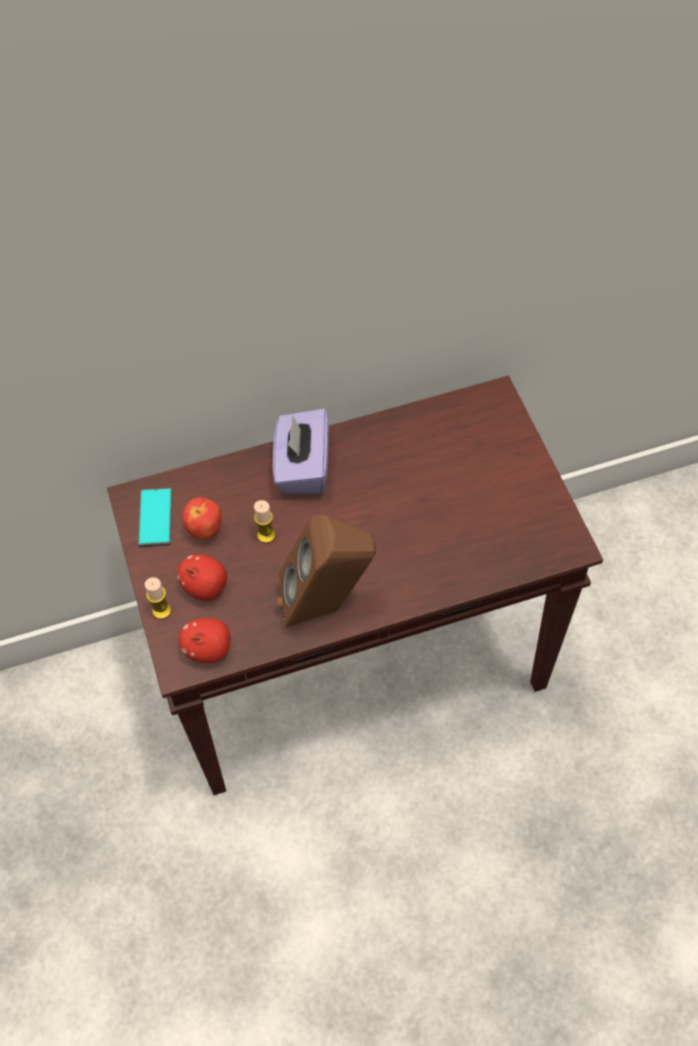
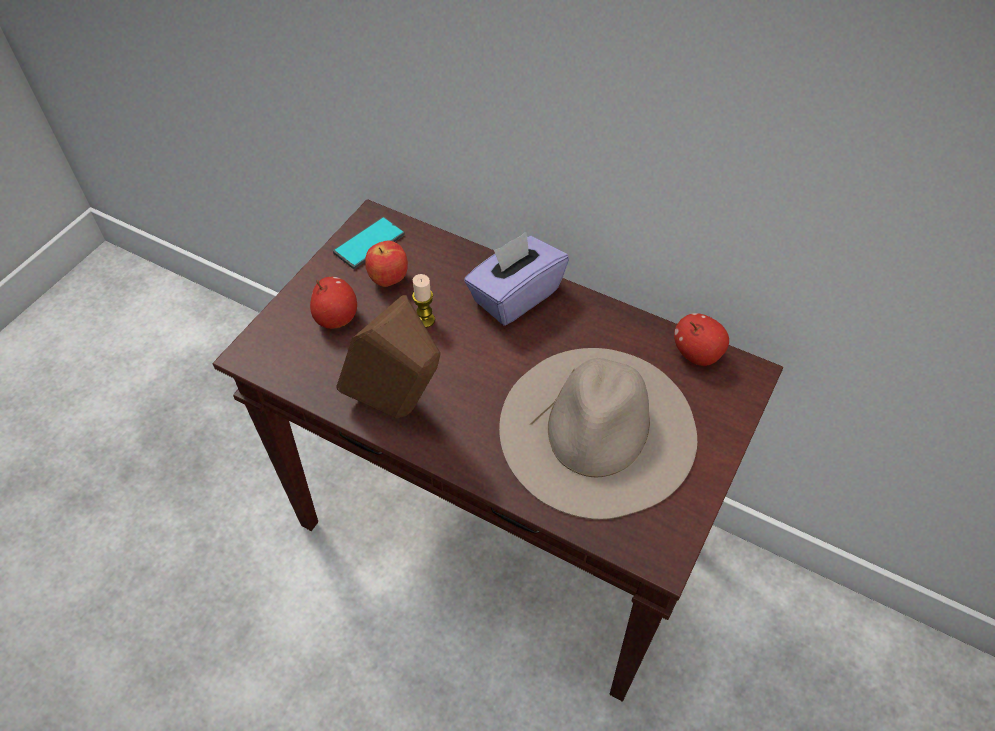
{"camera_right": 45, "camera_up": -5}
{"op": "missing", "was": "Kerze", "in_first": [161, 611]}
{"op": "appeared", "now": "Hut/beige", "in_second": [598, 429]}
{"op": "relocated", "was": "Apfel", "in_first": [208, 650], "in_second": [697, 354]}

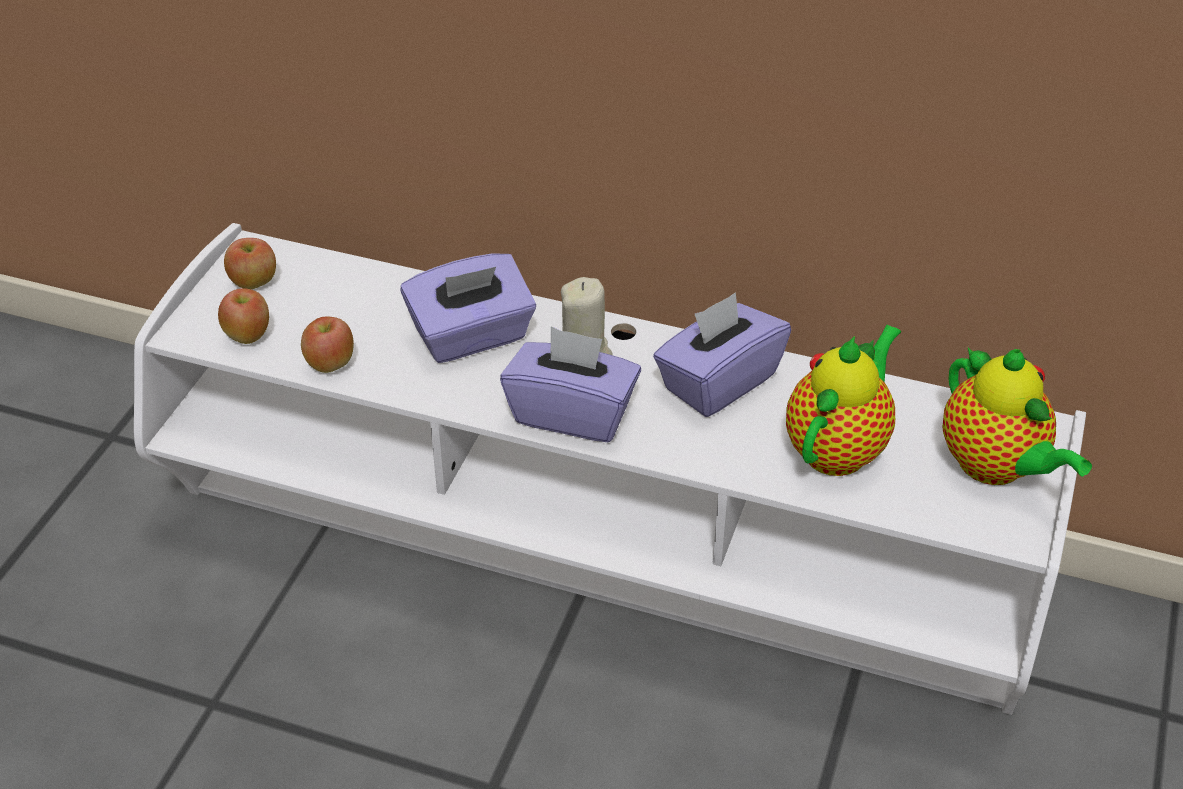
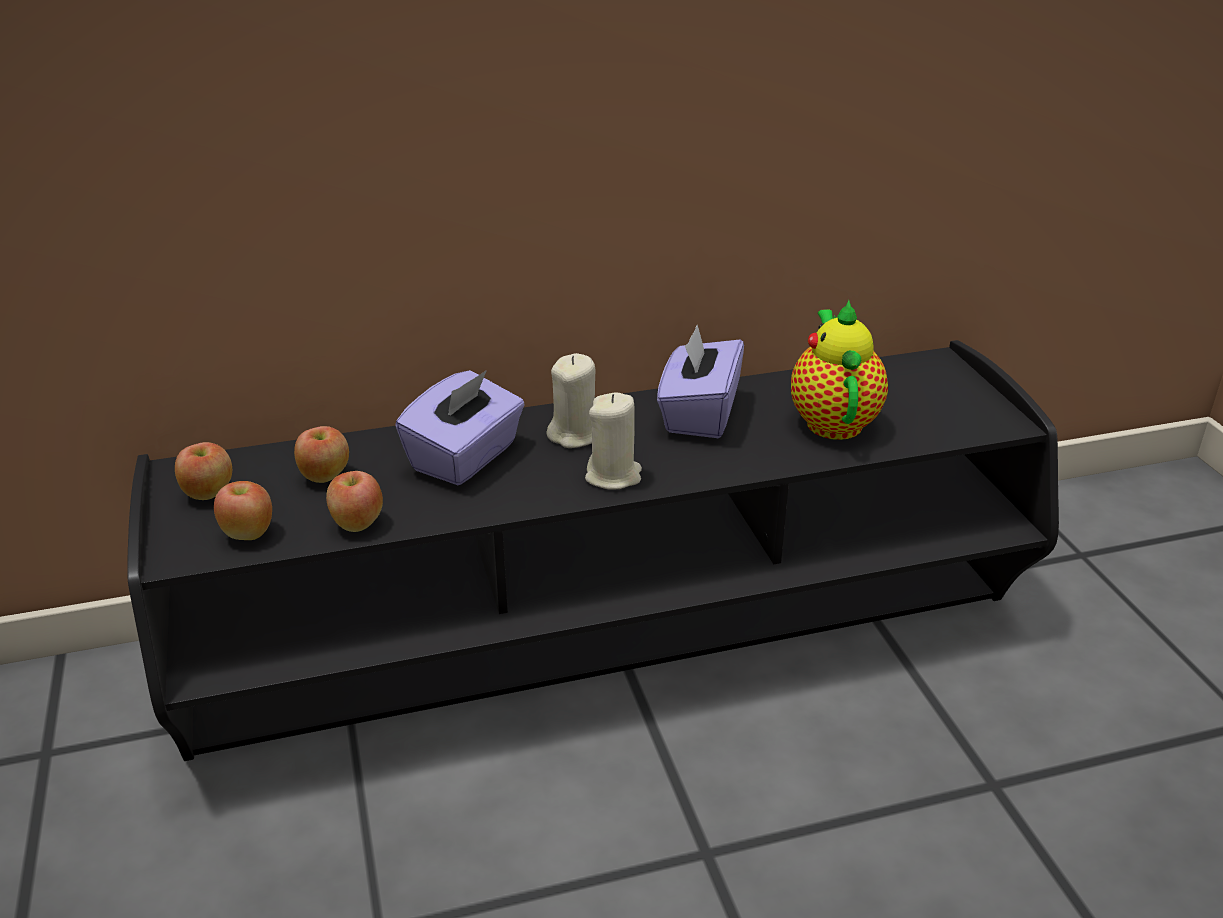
{"camera_right": -35, "camera_up": -10}
{"op": "missing", "was": "Teekanne", "in_first": [995, 467]}
{"op": "appeared", "now": "Apfel", "in_second": [325, 476]}
{"op": "exchanged", "was": "Taschentuchbox/lila", "now": "Kerze/beige", "in_first": [572, 413], "in_second": [613, 476]}
{"op": "colour", "was": "Fernsehschrank/weiß", "now": "Fernsehschrank/schwarz", "in_first": [593, 559], "in_second": [613, 640]}

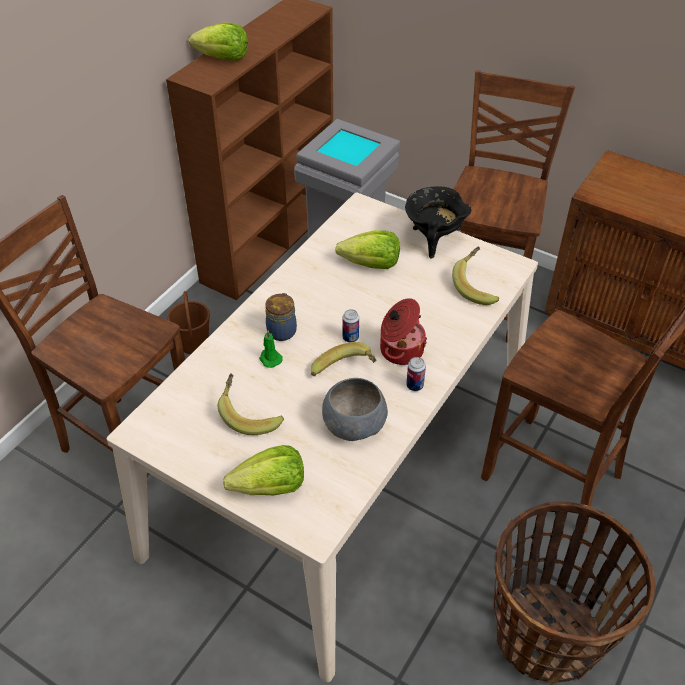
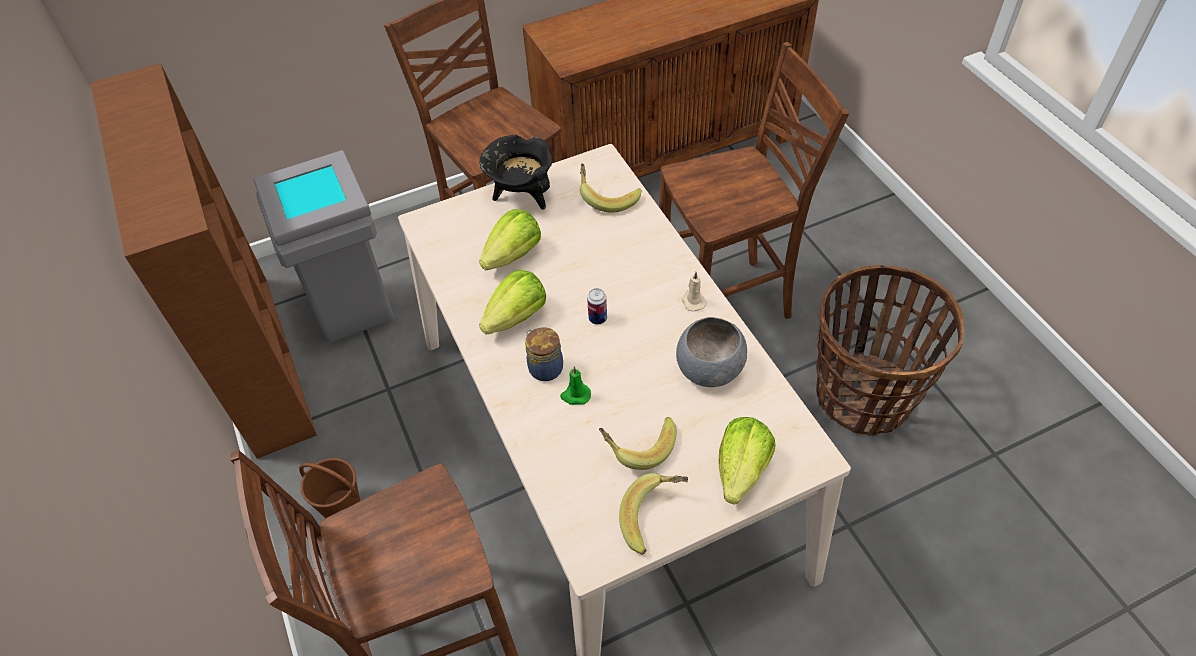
{"camera_right": -55, "camera_up": 5}
{"op": "missing", "was": "Kochtopf", "in_first": [400, 350]}
{"op": "relocated", "was": "Salatkopf", "in_first": [223, 58], "in_second": [516, 317]}
{"op": "relocated", "was": "Banane", "in_first": [345, 372], "in_second": [655, 518]}
{"op": "exchanged", "was": "Dose", "now": "Kerze/beige", "in_first": [414, 385], "in_second": [693, 301]}

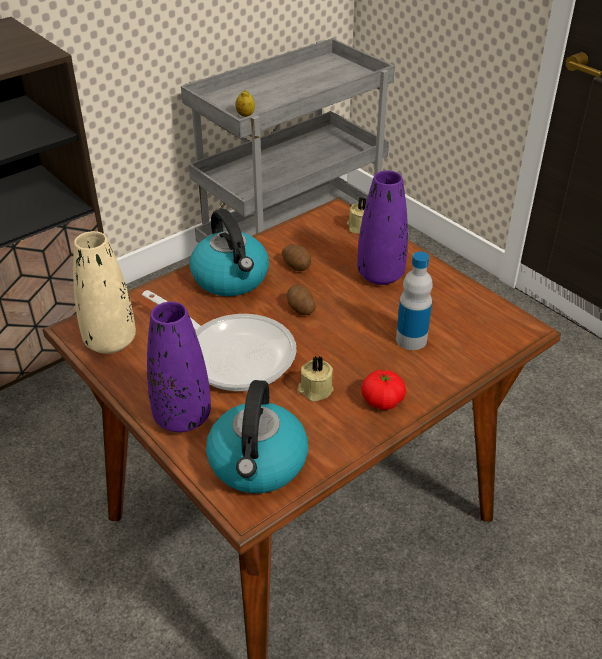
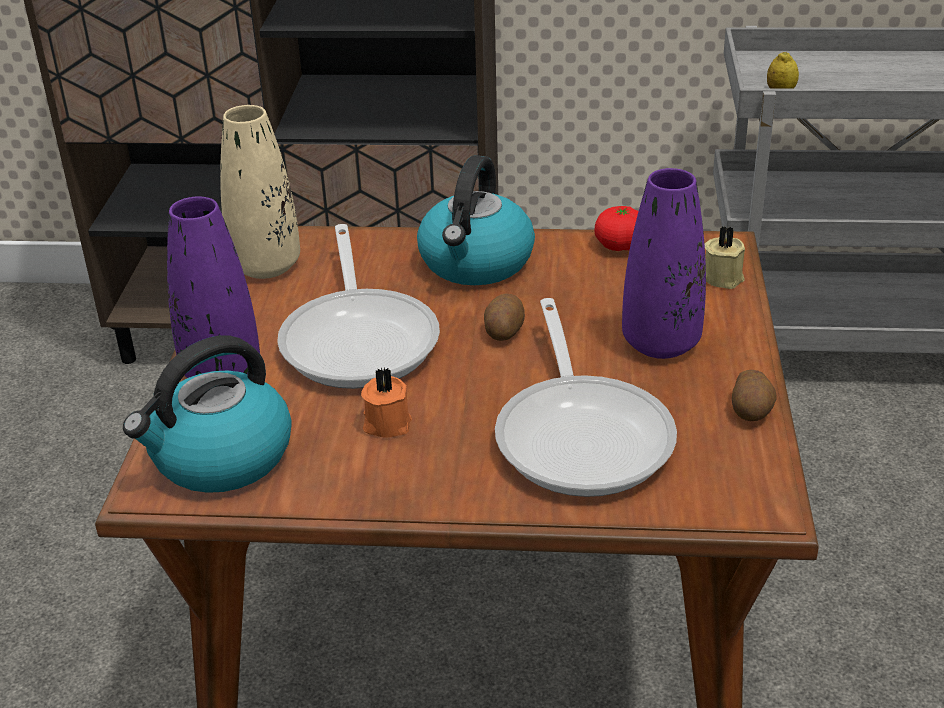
{"camera_right": 45, "camera_up": -5}
{"op": "relocated", "was": "Kartoffel", "in_first": [297, 265], "in_second": [752, 410]}
{"op": "relocated", "was": "Tomate", "in_first": [382, 400], "in_second": [620, 245]}
{"op": "exchanged", "was": "Flasche", "now": "Pfanne", "in_first": [411, 339], "in_second": [582, 434]}
{"op": "colour", "was": "Kerze/beige", "now": "Kerze/orange", "in_first": [315, 390], "in_second": [386, 423]}

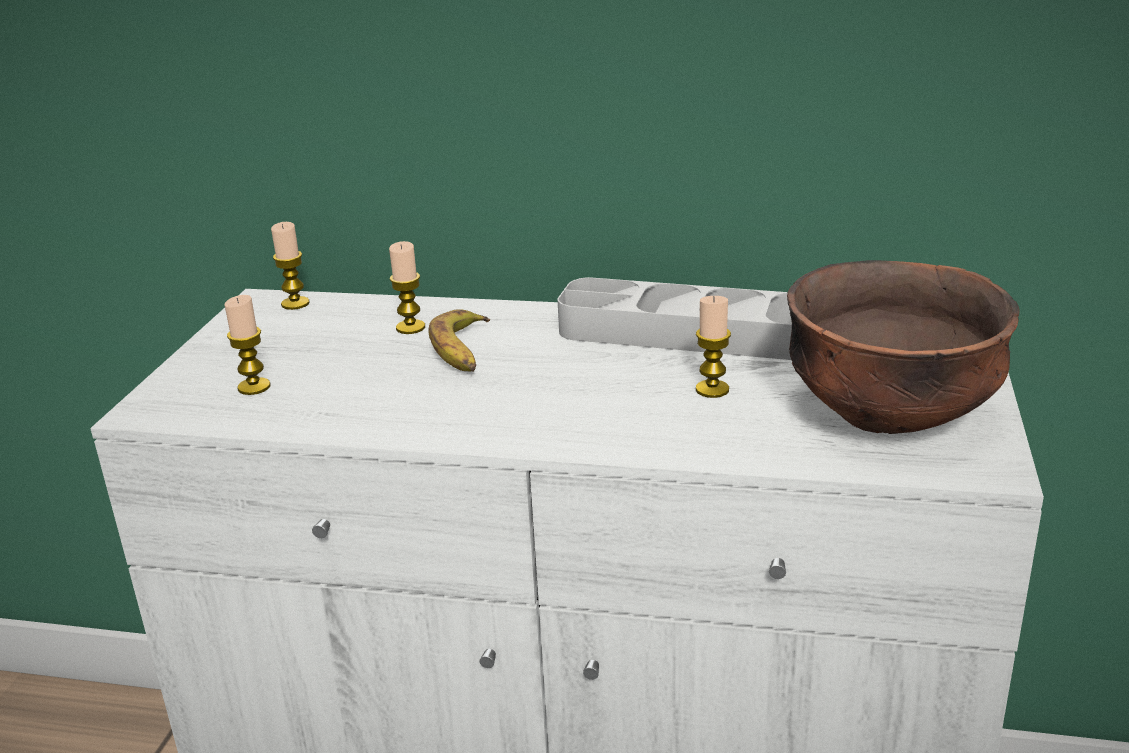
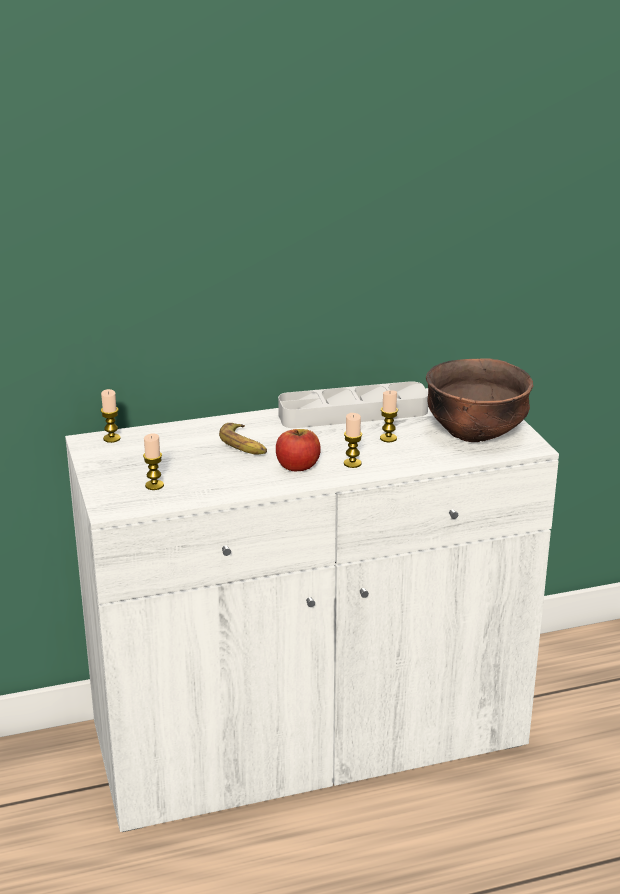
{"camera_right": -30, "camera_up": 0}
{"op": "appeared", "now": "Apfel", "in_second": [297, 466]}
{"op": "relocated", "was": "Kerze", "in_first": [410, 327], "in_second": [352, 463]}

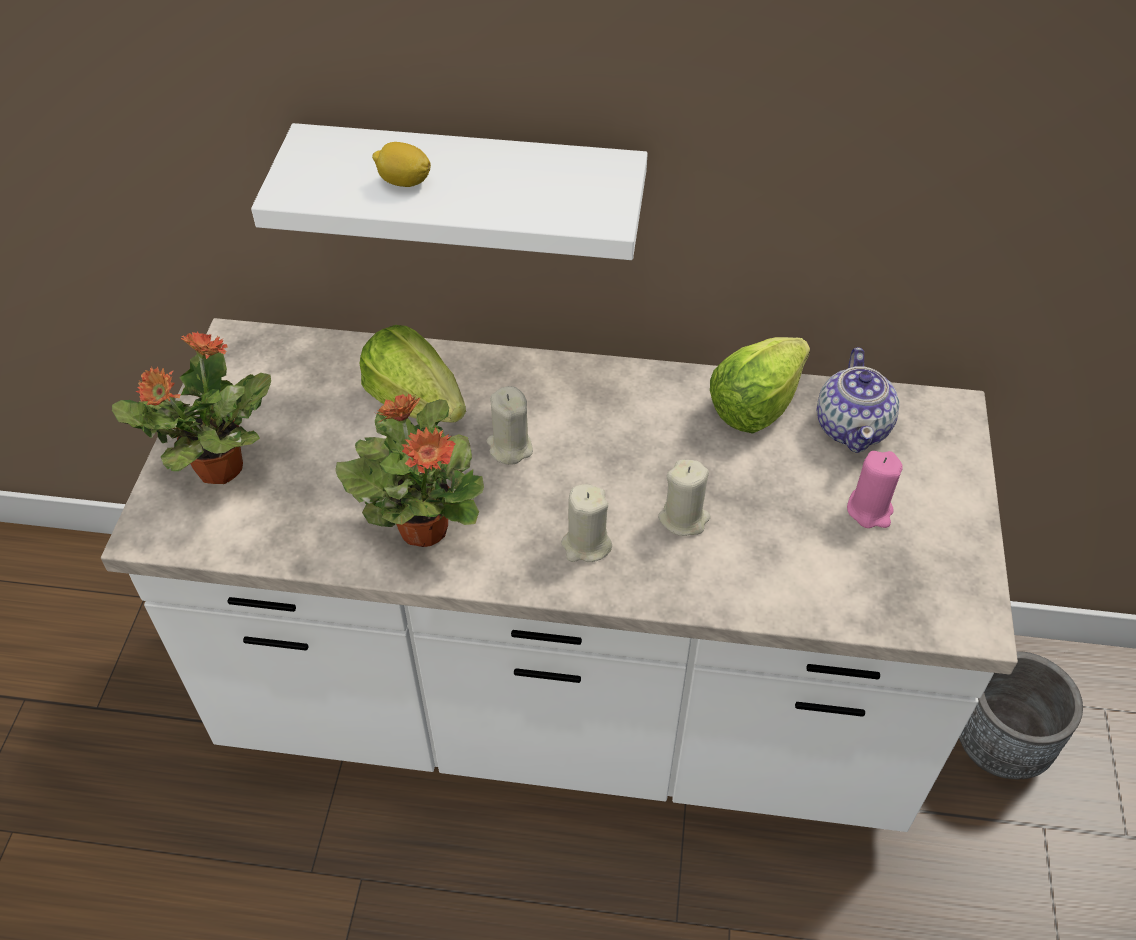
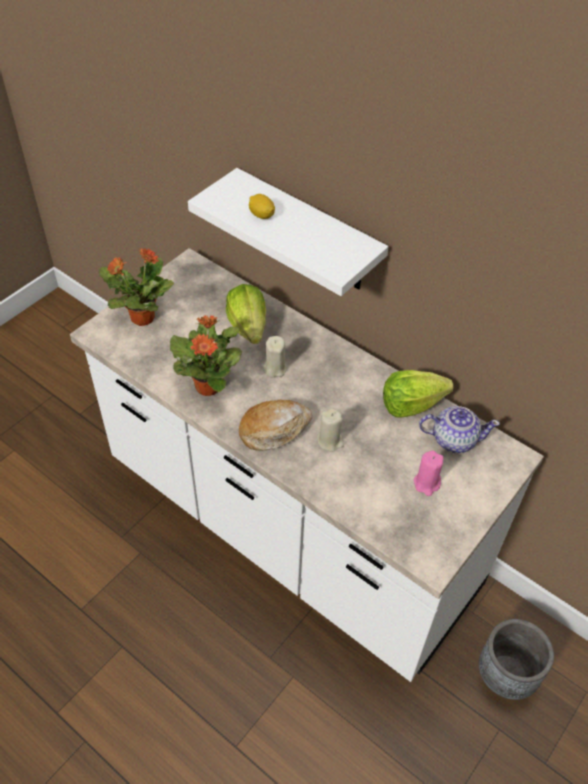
{"camera_right": 30, "camera_up": 0}
{"op": "exchanged", "was": "Kerze/beige", "now": "Brot", "in_first": [586, 544], "in_second": [274, 430]}
{"op": "spun", "was": "Teekanne", "in_first": [853, 427], "in_second": [453, 439], "clockwise": -120}

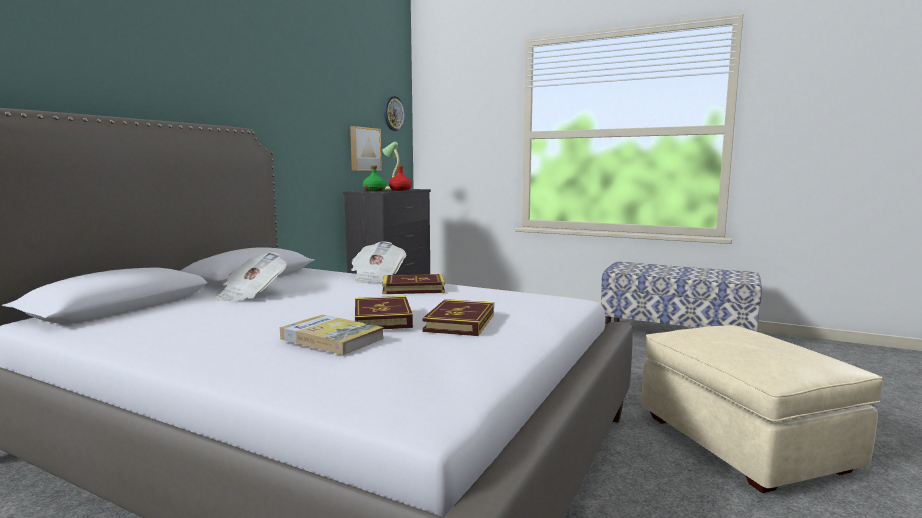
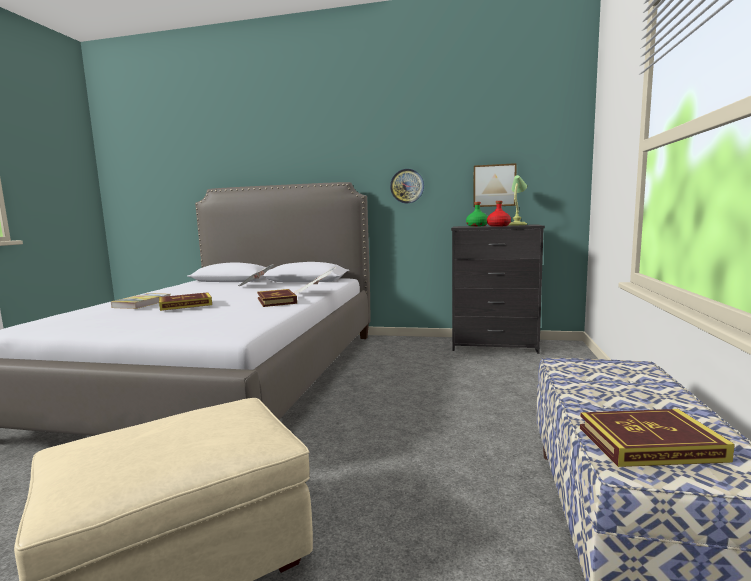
{"camera_right": 75, "camera_up": 0}
{"op": "relocated", "was": "Wanduhr", "in_first": [393, 113], "in_second": [407, 186]}
{"op": "relocated", "was": "Buch", "in_first": [460, 322], "in_second": [649, 444]}

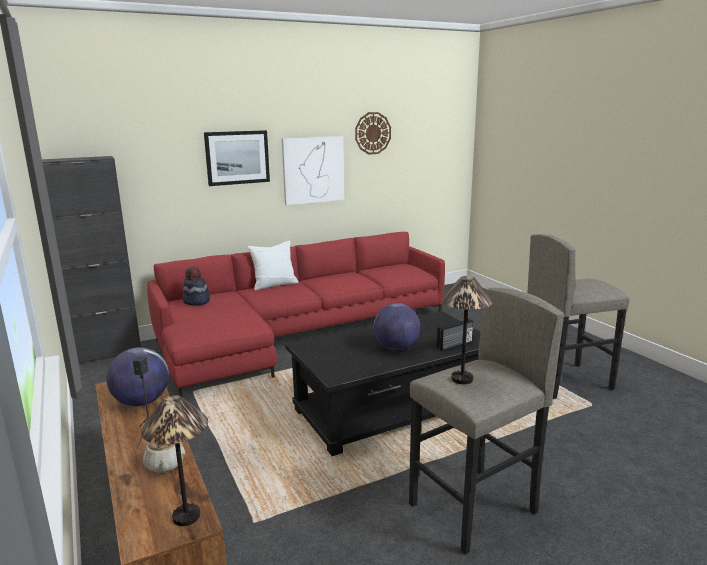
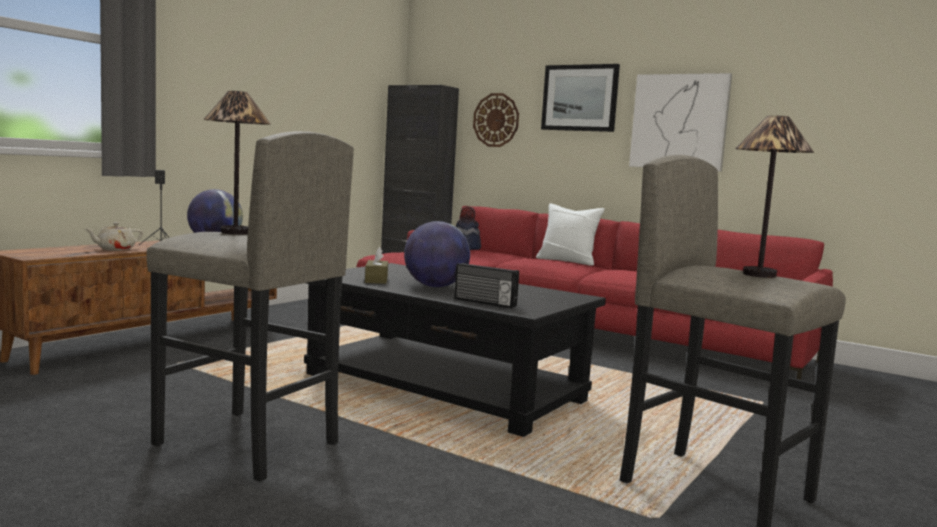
{"camera_right": 60, "camera_up": -10}
{"op": "appeared", "now": "Taschentuchbox/braun", "in_second": [376, 280]}
{"op": "relocated", "was": "Tischlampe", "in_first": [186, 517], "in_second": [758, 275]}
{"op": "relocated", "was": "Wanduhr", "in_first": [372, 133], "in_second": [496, 120]}

